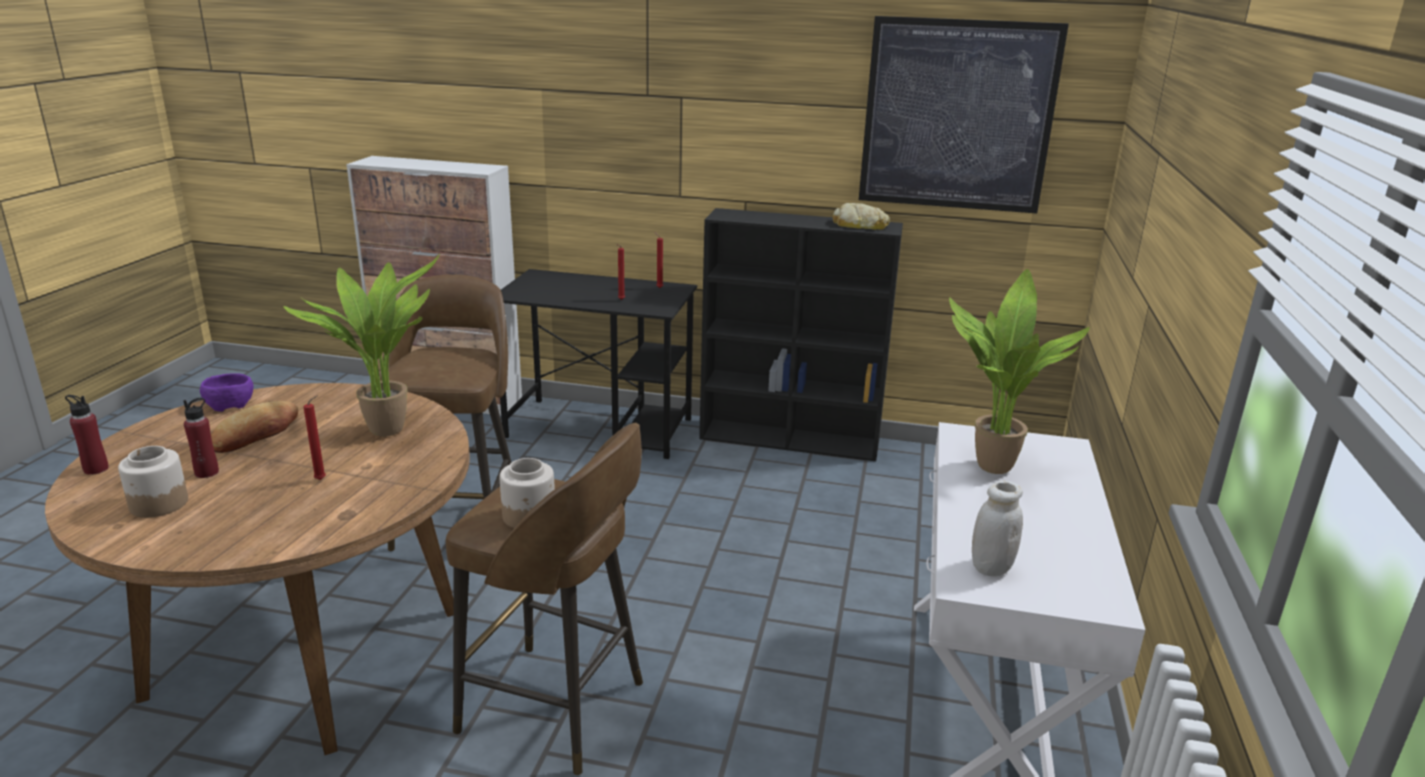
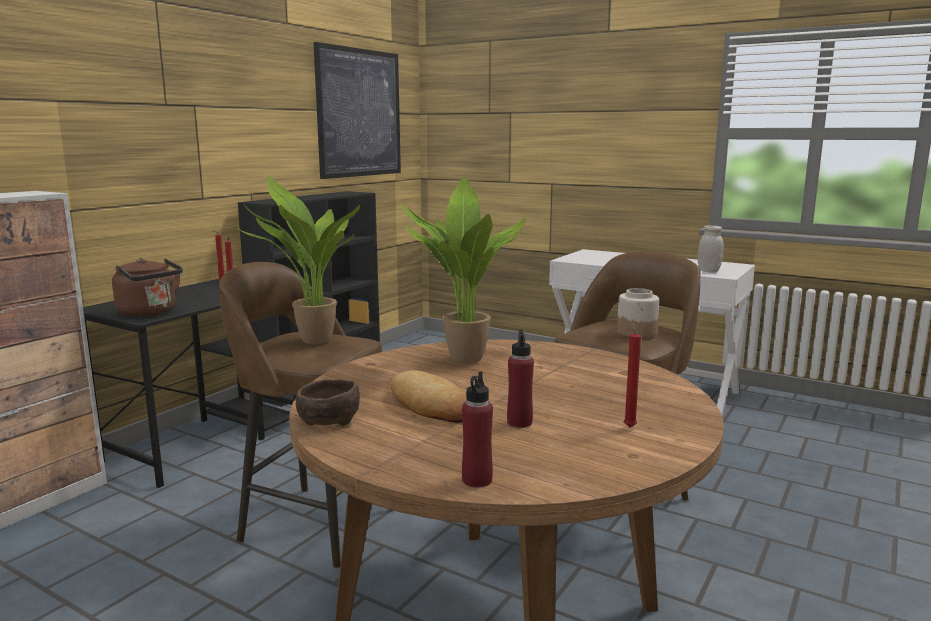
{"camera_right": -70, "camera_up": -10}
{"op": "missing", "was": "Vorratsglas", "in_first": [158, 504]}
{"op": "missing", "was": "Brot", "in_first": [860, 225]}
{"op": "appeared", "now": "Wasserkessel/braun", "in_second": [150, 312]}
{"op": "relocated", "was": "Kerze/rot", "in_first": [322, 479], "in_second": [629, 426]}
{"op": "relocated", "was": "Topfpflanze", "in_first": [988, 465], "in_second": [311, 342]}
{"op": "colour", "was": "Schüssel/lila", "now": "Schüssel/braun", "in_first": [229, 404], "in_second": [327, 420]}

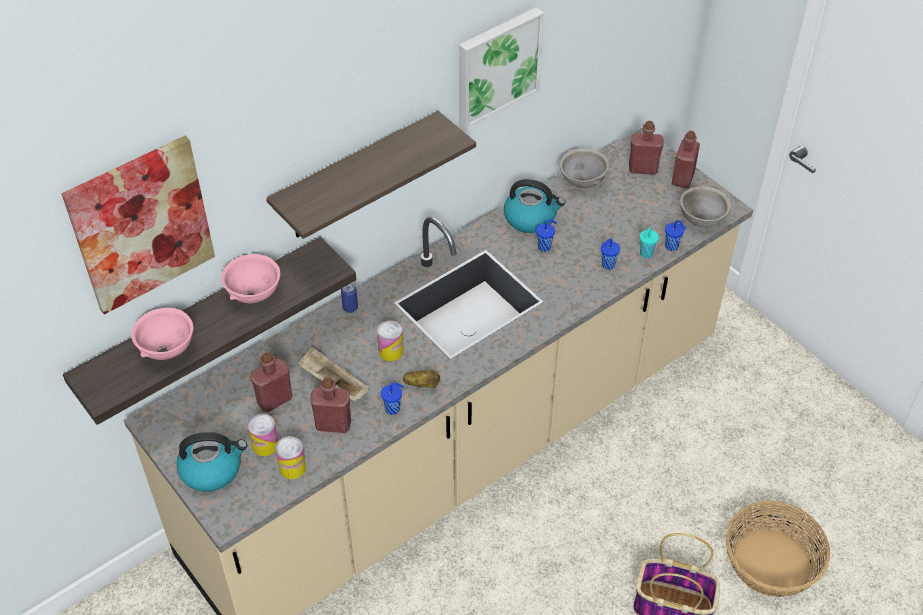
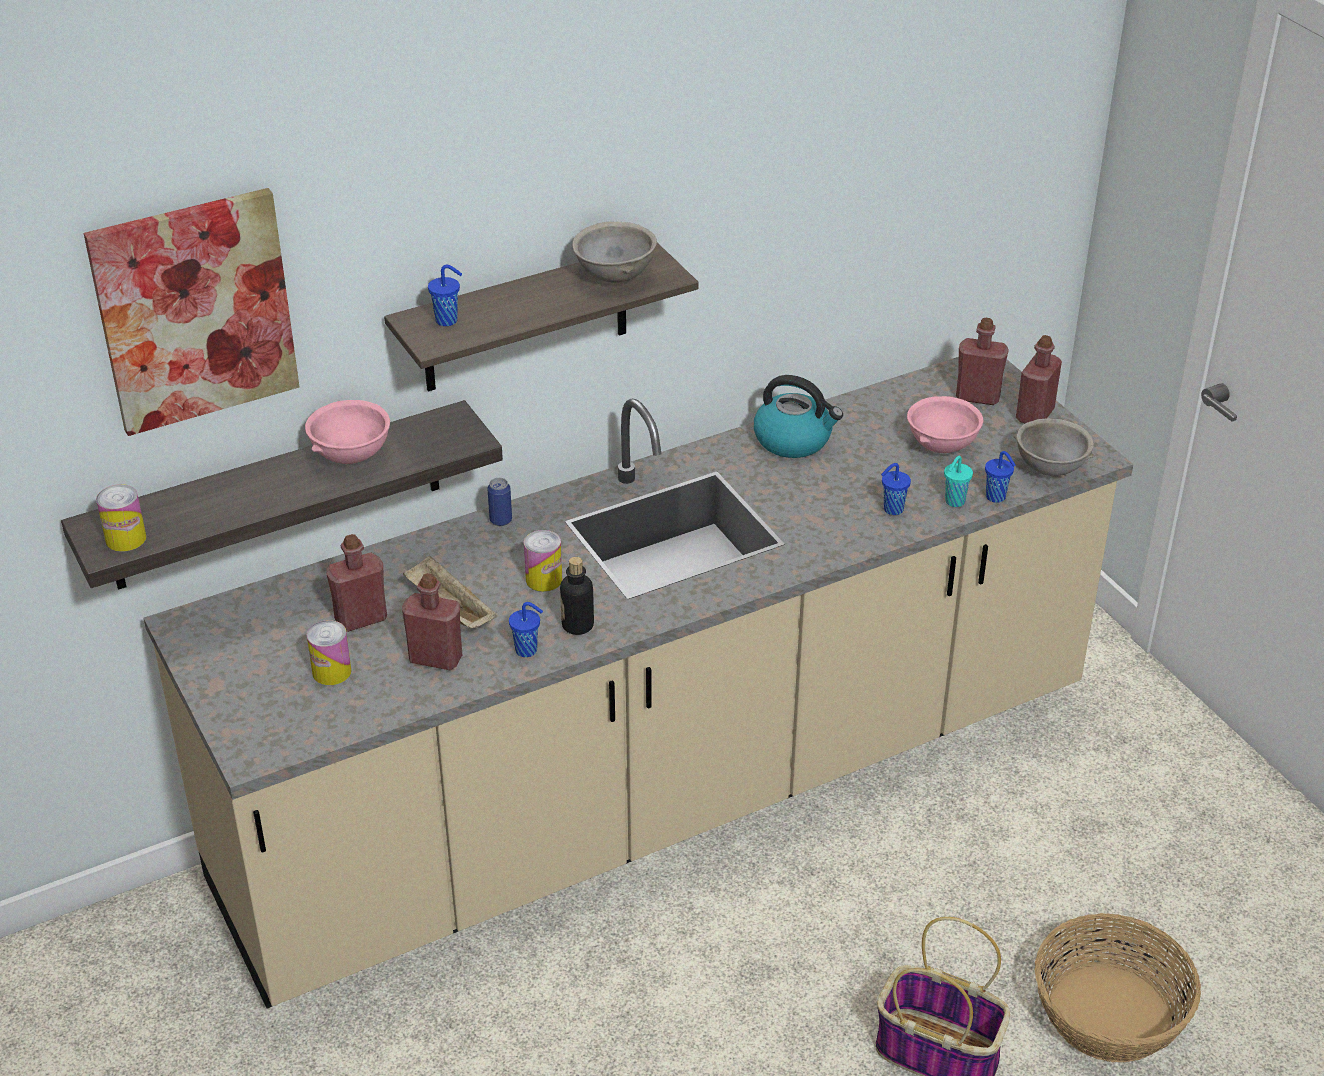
{"camera_right": 10, "camera_up": -10}
{"op": "missing", "was": "Wasserkessel", "in_first": [212, 469]}
{"op": "missing", "was": "Bild", "in_first": [497, 65]}
{"op": "relocated", "was": "Schüssel/rosa", "in_first": [166, 349], "in_second": [941, 446]}
{"op": "relocated", "was": "Dose", "in_first": [292, 468], "in_second": [126, 538]}
{"op": "relocated", "was": "Tasse/blau", "in_first": [545, 247], "in_second": [448, 320]}
{"op": "relocated", "was": "Schüssel/grau", "in_first": [582, 182], "in_second": [614, 277]}
{"op": "exchanged", "was": "Kartoffel", "now": "Flasche", "in_first": [422, 384], "in_second": [577, 625]}

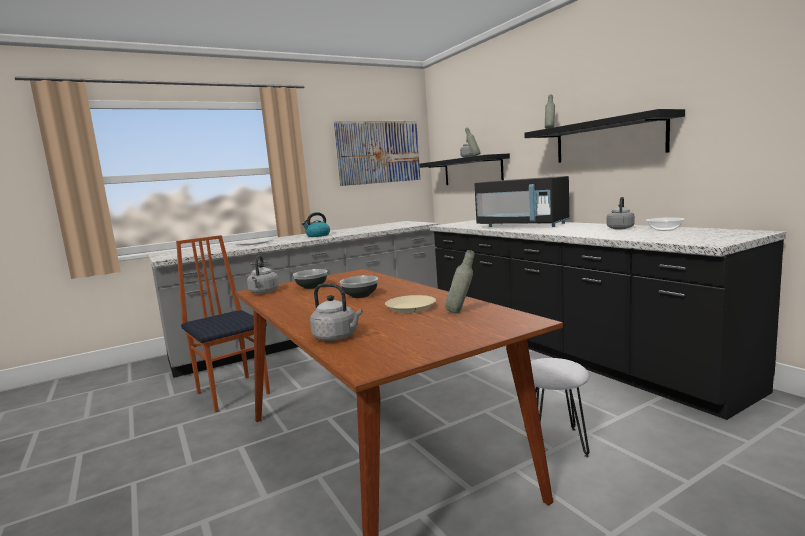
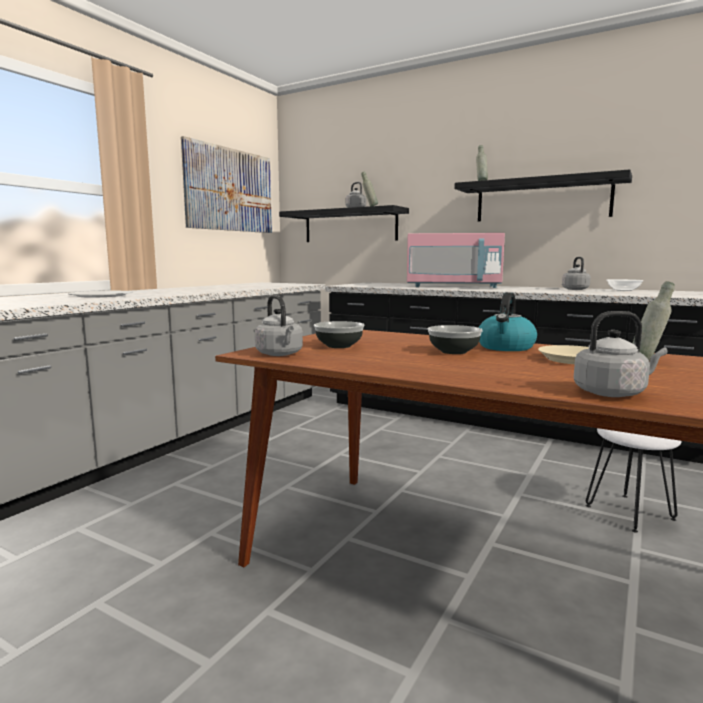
{"camera_right": -30, "camera_up": 0}
{"op": "missing", "was": "Stuhl", "in_first": [234, 392]}
{"op": "relocated", "was": "Wasserkessel", "in_first": [317, 235], "in_second": [506, 347]}
{"op": "colour", "was": "Mikrowelle/schwarz", "now": "Mikrowelle/rosa", "in_first": [522, 225], "in_second": [453, 287]}

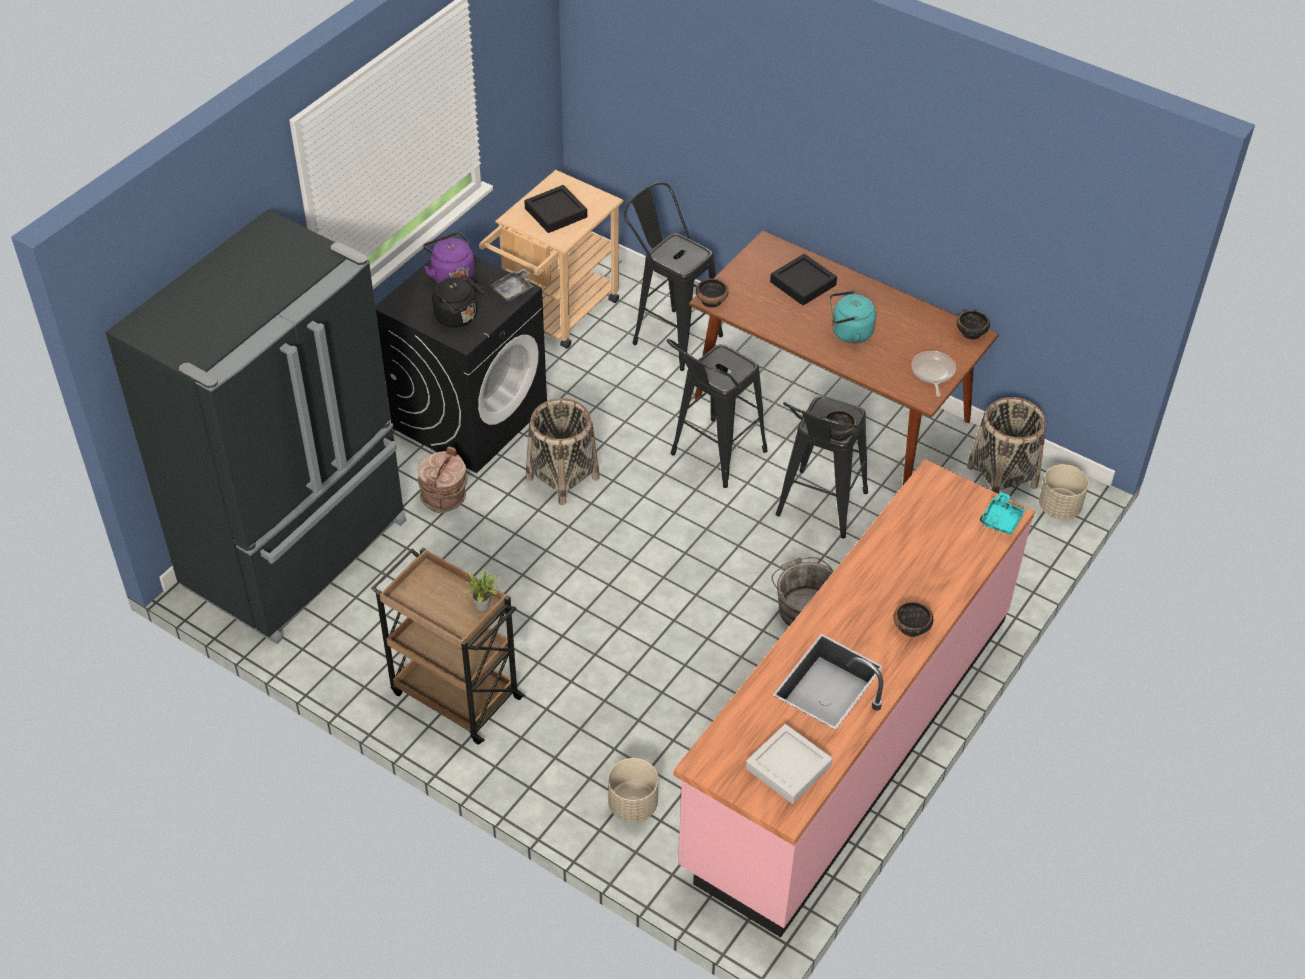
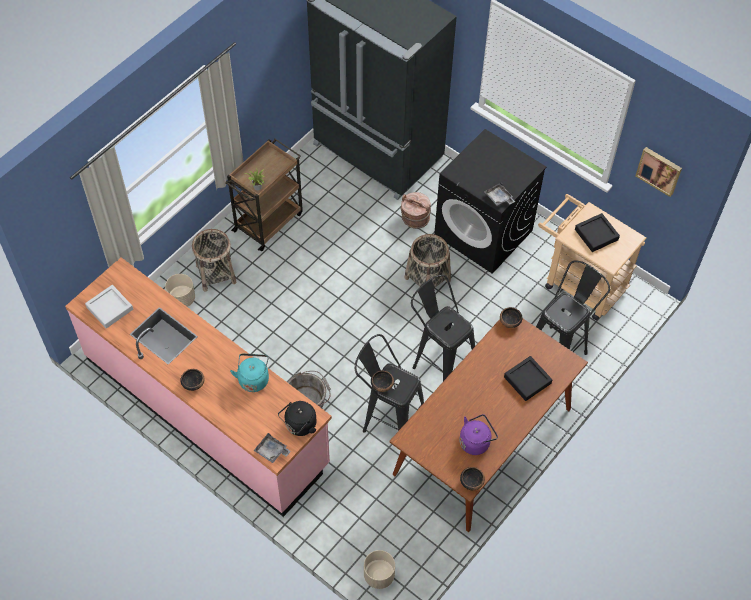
{"camera_right": 95, "camera_up": 10}
{"op": "missing", "was": "Pfanne", "in_first": [932, 372]}
{"op": "appeared", "now": "Bild", "in_second": [659, 170]}
{"op": "relocated", "was": "Wasserkessel/lila", "in_first": [451, 275], "in_second": [476, 441]}
{"op": "relocated", "was": "Wasserkessel/schwarz", "in_first": [458, 318], "in_second": [299, 426]}
{"op": "relocated", "was": "Wasserkessel/türkis", "in_first": [849, 333], "in_second": [253, 378]}
{"op": "relocated", "was": "Korb", "in_first": [1001, 476], "in_second": [216, 274]}
{"op": "colour", "was": "Tablett/türkis", "now": "Tablett/grau", "in_first": [1001, 519], "in_second": [272, 451]}

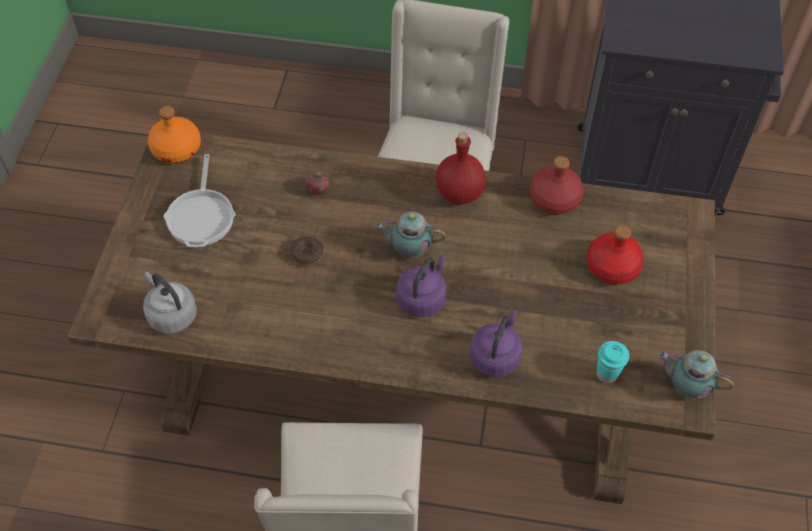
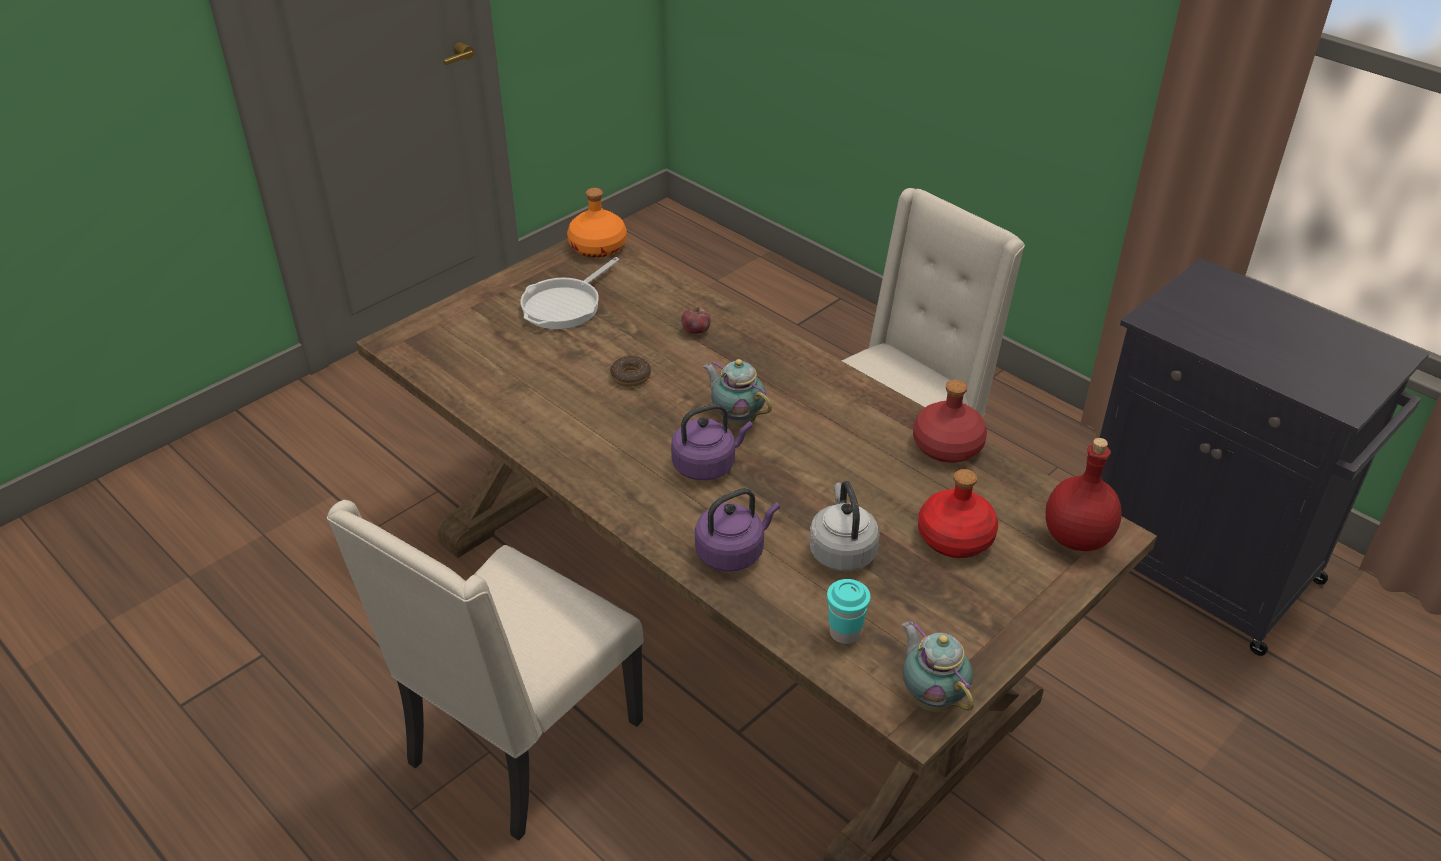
{"camera_right": 35, "camera_up": -15}
{"op": "relocated", "was": "Wasserkessel/grau", "in_first": [171, 314], "in_second": [841, 550]}
{"op": "relocated", "was": "Flasche/rot", "in_first": [458, 193], "in_second": [1075, 537]}

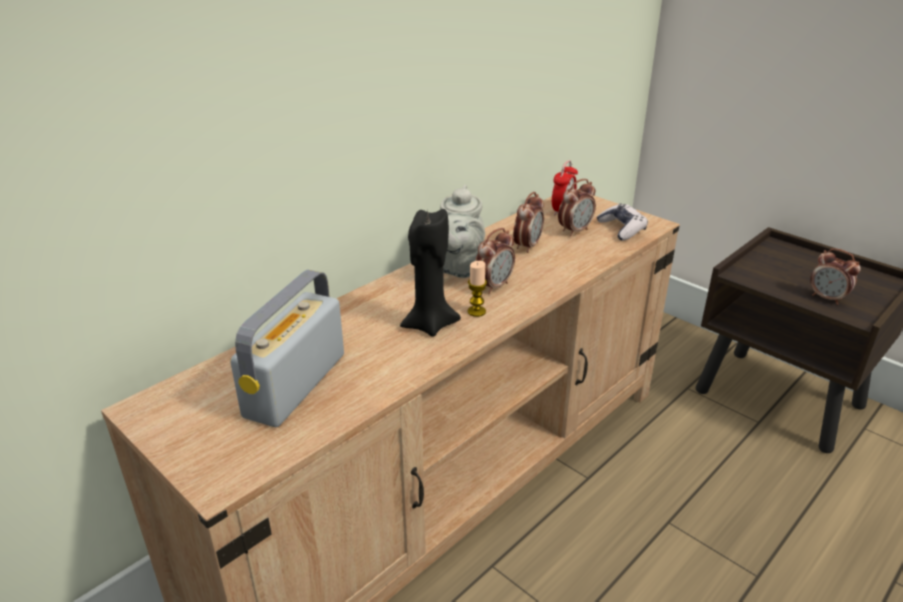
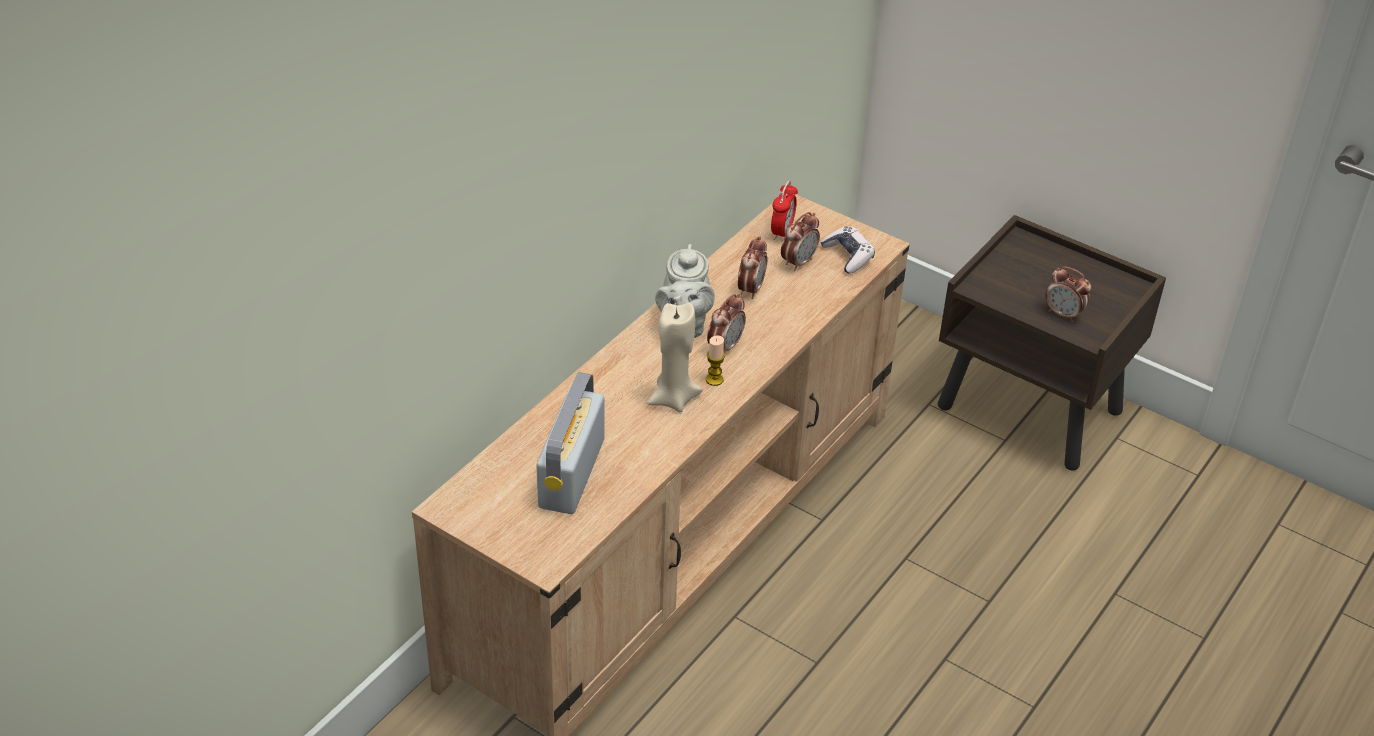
{"camera_right": -10, "camera_up": 10}
{"op": "colour", "was": "Kerze/schwarz", "now": "Kerze/beige", "in_first": [429, 325], "in_second": [673, 399]}

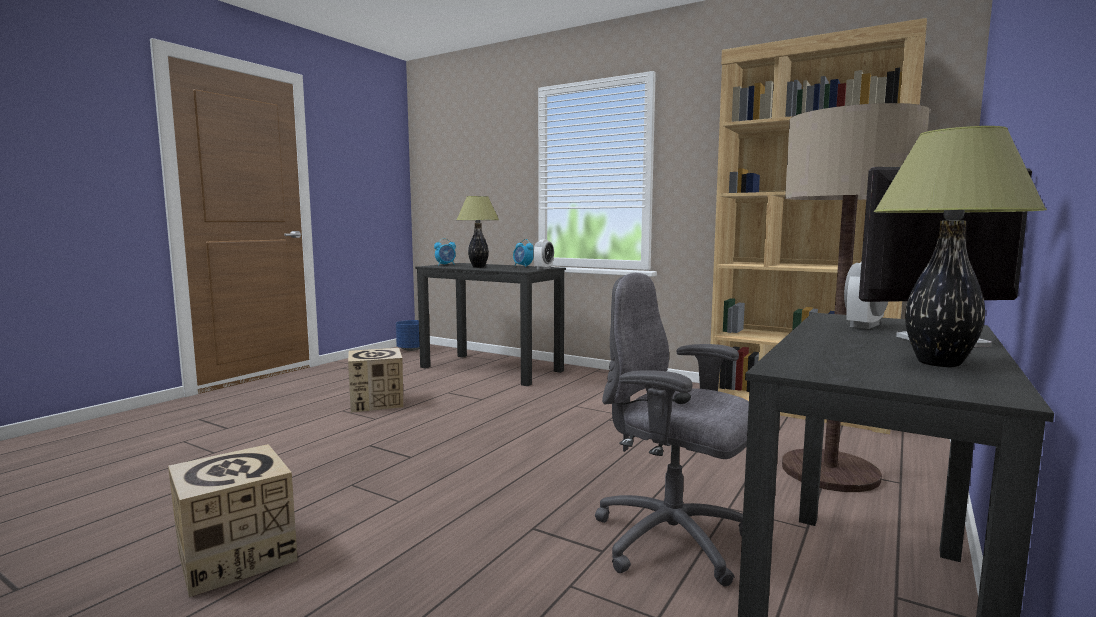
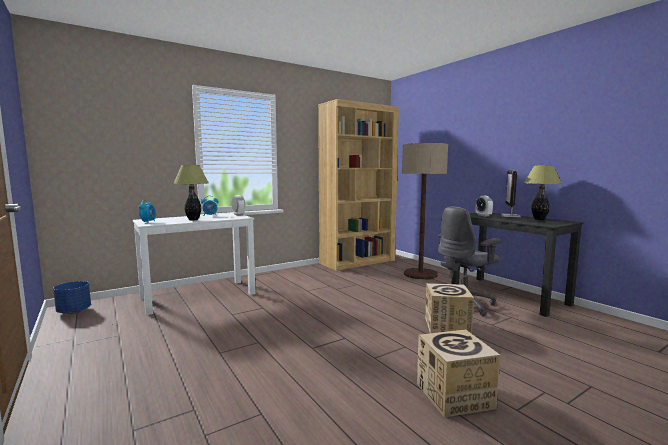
{"camera_right": -65, "camera_up": 0}
{"op": "relocated", "was": "Karton", "in_first": [377, 402], "in_second": [447, 326]}
{"op": "colour", "was": "Schreibtisch/schwarz", "now": "Schreibtisch/weiß", "in_first": [491, 369], "in_second": [199, 296]}

